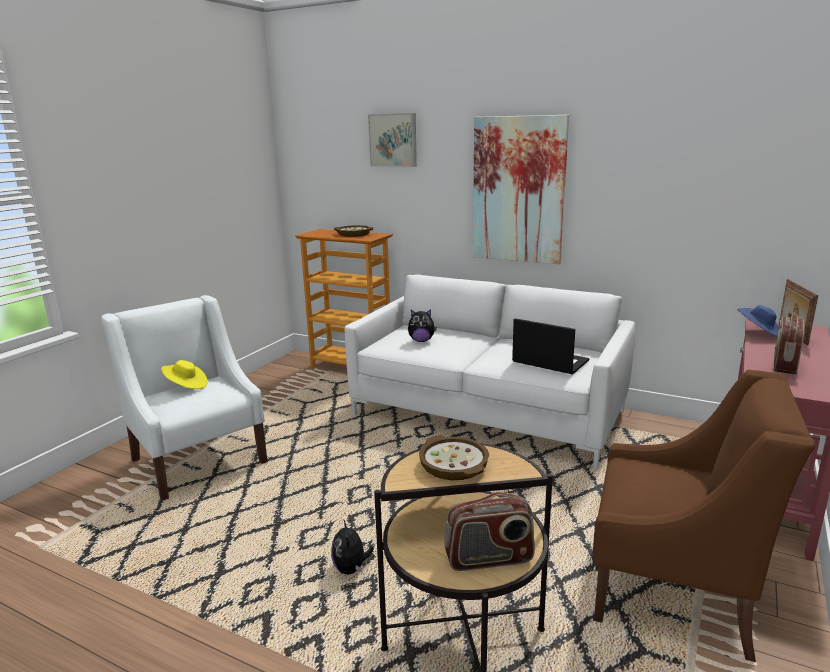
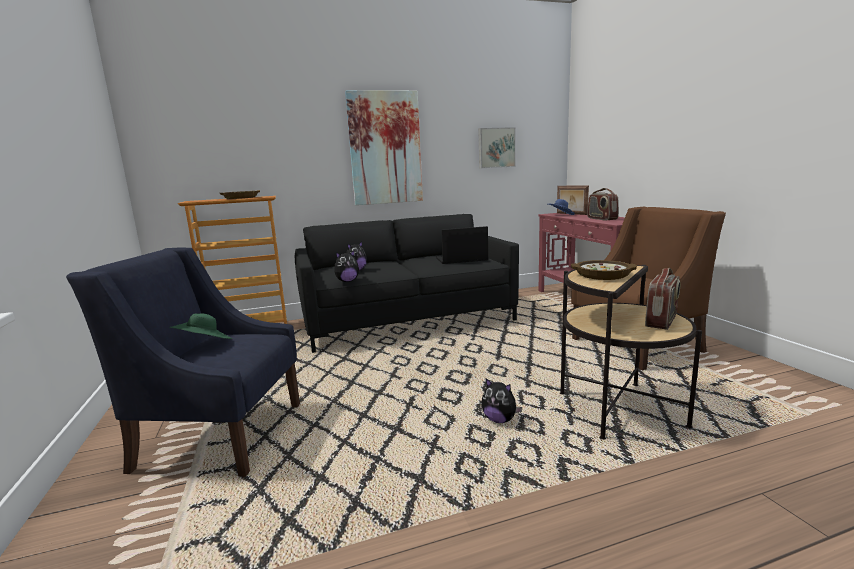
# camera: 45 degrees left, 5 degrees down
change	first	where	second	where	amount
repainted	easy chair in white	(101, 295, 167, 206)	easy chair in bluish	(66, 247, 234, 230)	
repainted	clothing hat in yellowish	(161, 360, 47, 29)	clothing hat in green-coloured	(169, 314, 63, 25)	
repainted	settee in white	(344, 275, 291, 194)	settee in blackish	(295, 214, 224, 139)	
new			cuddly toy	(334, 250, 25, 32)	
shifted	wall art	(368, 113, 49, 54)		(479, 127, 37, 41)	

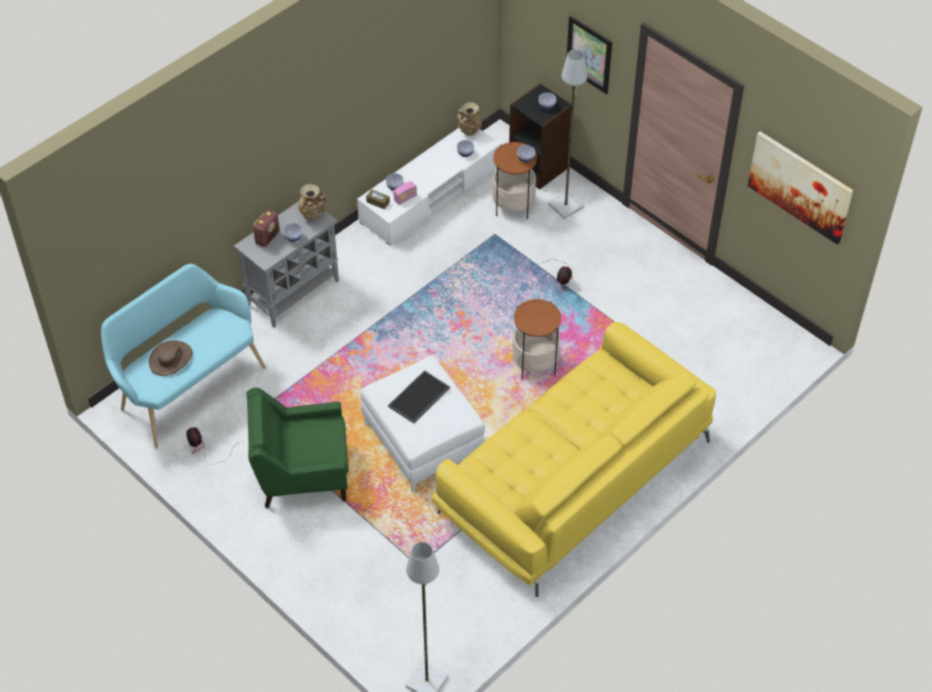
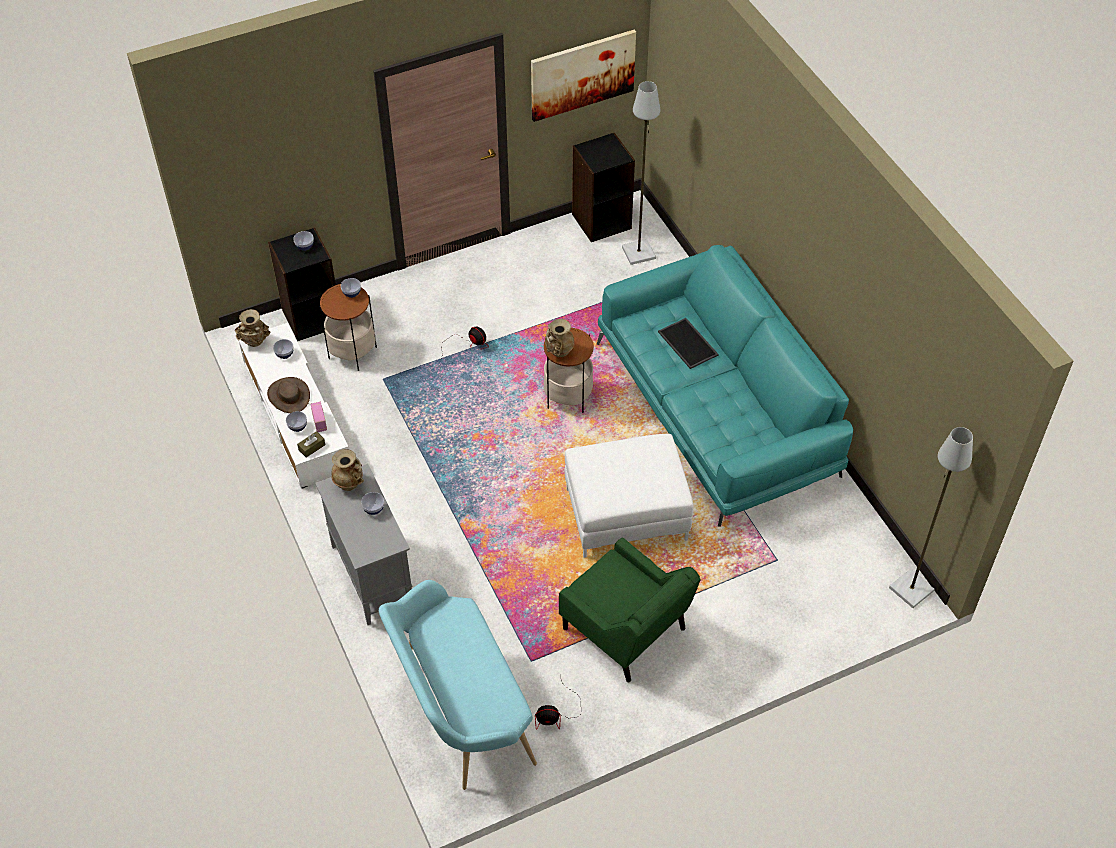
# camera: 70 degrees left, 0 degrees up
change	first	where	second	where	amount
shifted	clothing hat in brown	(149, 341, 44, 35)		(267, 377, 43, 36)	
new			decorative vase in beige-coloured	(545, 319, 30, 38)	
rotated	easy chair in green-coloured	(246, 388, 103, 120)		(559, 538, 142, 144)	60 degrees counterclockwise
new			bookshelf in blackish	(572, 132, 63, 110)	
repainted	settee in yellowish	(432, 322, 284, 275)	settee in turquoise	(597, 245, 256, 282)	
shifted	floor lamp in gray	(548, 50, 40, 169)		(622, 81, 38, 184)	
shifted	tray	(388, 370, 62, 53)		(658, 318, 61, 51)	
gone	radio set	(253, 210, 27, 37)			
gone	wall art	(567, 16, 45, 78)			

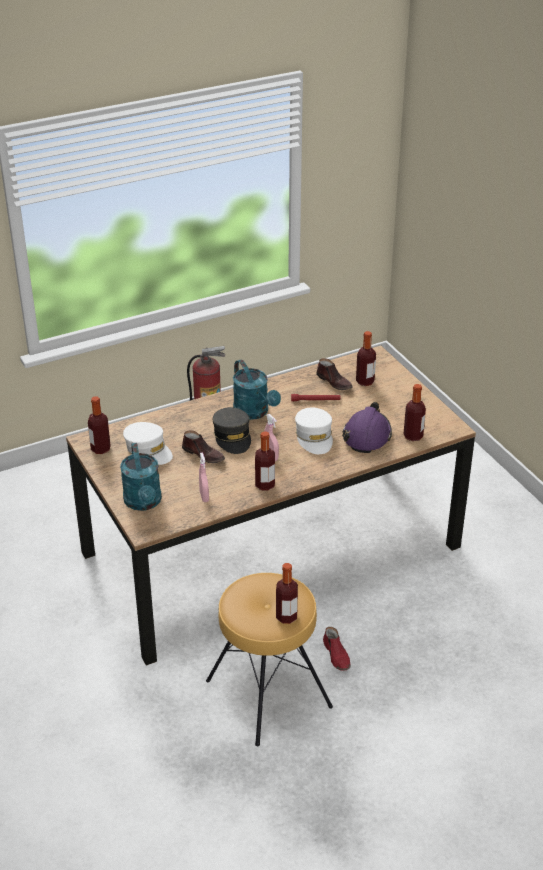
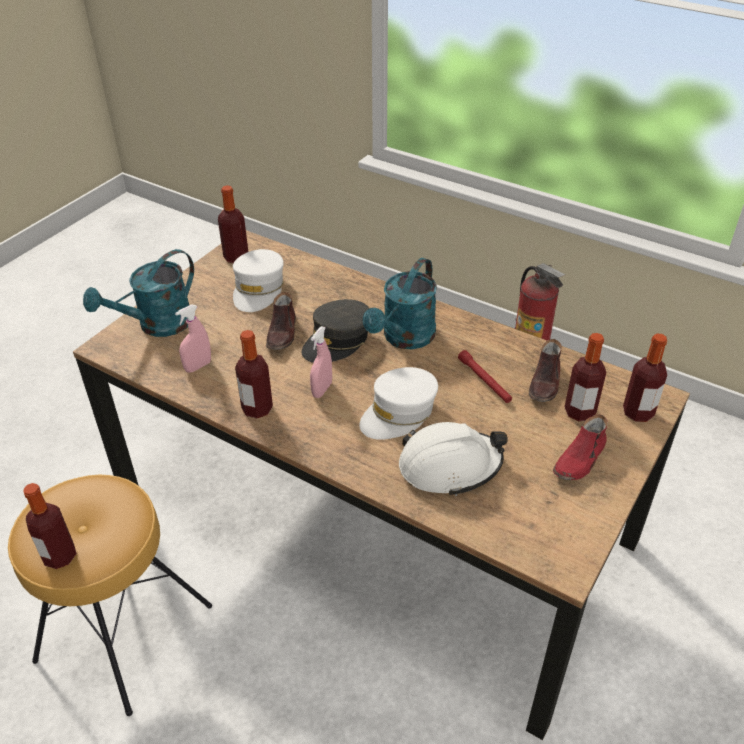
# camera: 60 degrees right, 5 degrees up
change	first	where	second	where	amount
repainted	safety helmet in purple	(342, 402, 50, 51)	safety helmet in white	(399, 422, 109, 74)	
shifted	shoe in red	(323, 627, 28, 44)		(553, 415, 55, 65)	
shifted	beverage bottle	(404, 384, 22, 57)		(623, 334, 44, 88)	

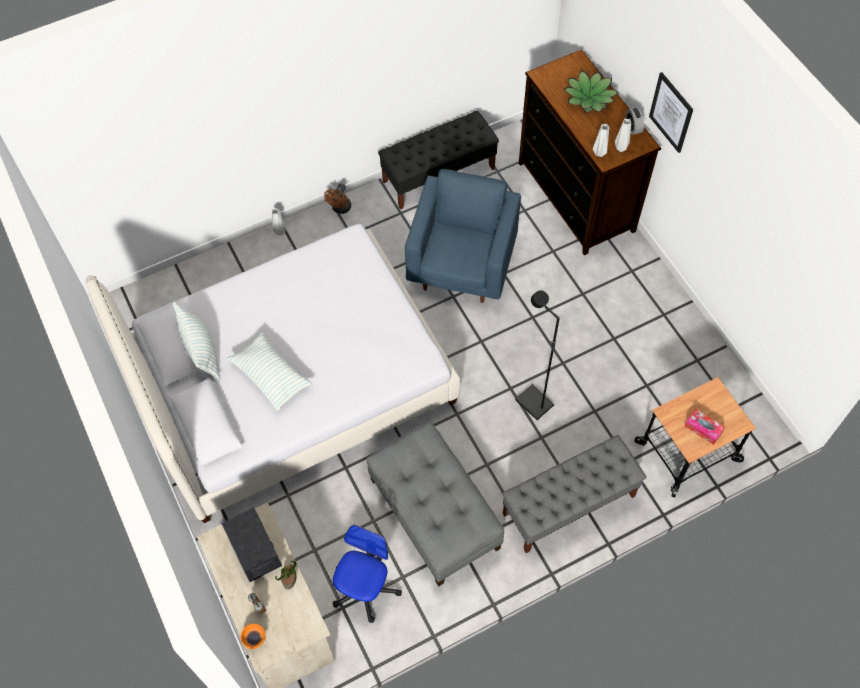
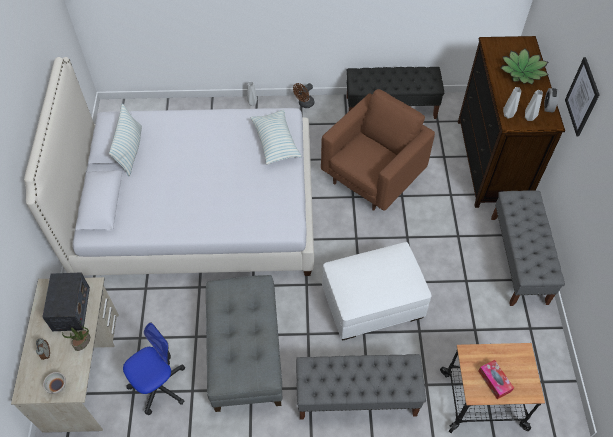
# camera: 25 degrees right, 5 degrees down
change	first	where	second	where	amount
new			bowl in white	(43, 372, 23, 22)	
shifted	throw pillow	(227, 332, 85, 79)		(250, 110, 52, 55)	
repainted	easy chair in bluish	(405, 169, 116, 134)	easy chair in brown	(321, 89, 114, 122)	
swapped	floor lamp in blackish	(515, 290, 45, 130)	ottoman in white	(322, 242, 110, 98)	
new			bench in gray	(491, 191, 74, 115)	
gone	bowl in orange	(240, 624, 25, 25)			

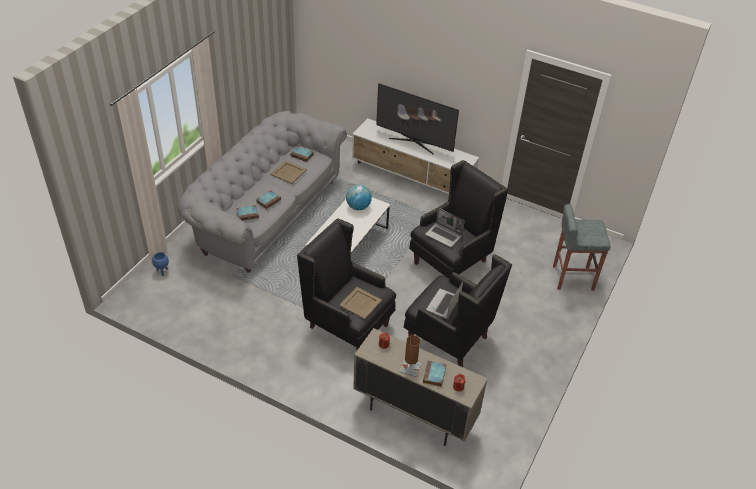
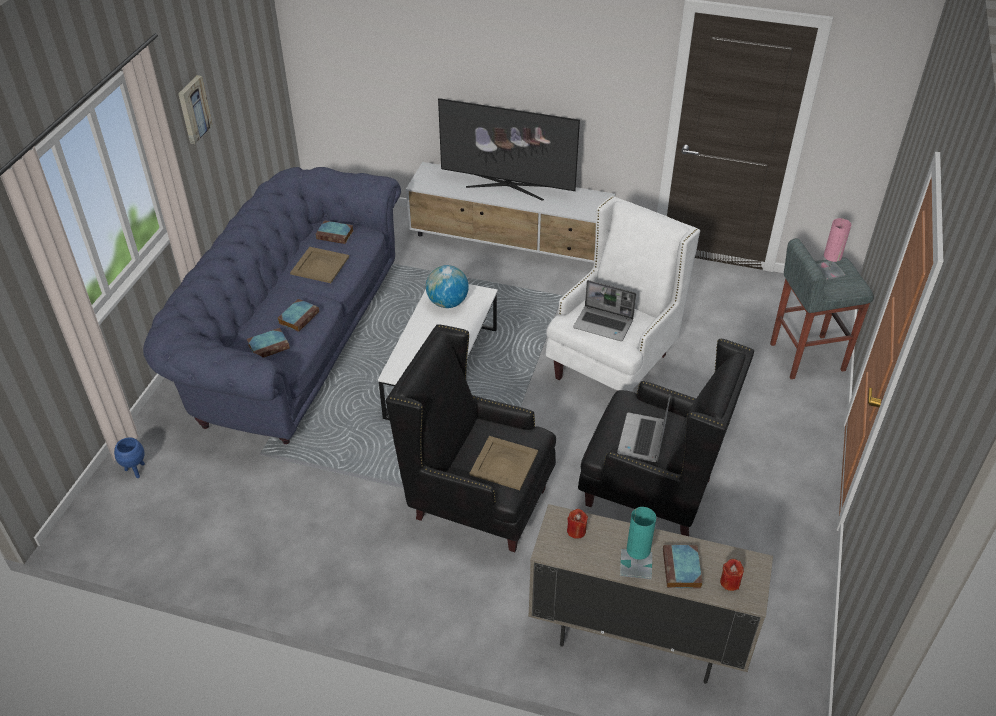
# camera: 10 degrees left, 0 degrees up
change	first	where	second	where	amount
repainted	settee in gray	(177, 111, 170, 162)	settee in bluish	(143, 167, 258, 277)	
new			wall art	(178, 75, 35, 69)	
repainted	easy chair in blackish	(409, 160, 99, 118)	easy chair in white	(546, 196, 154, 196)	
repainted	lamp for a table in brown	(400, 335, 21, 42)	lamp for a table in turquoise	(620, 507, 36, 72)	
new			lamp for a table in pinkish	(817, 218, 34, 62)	

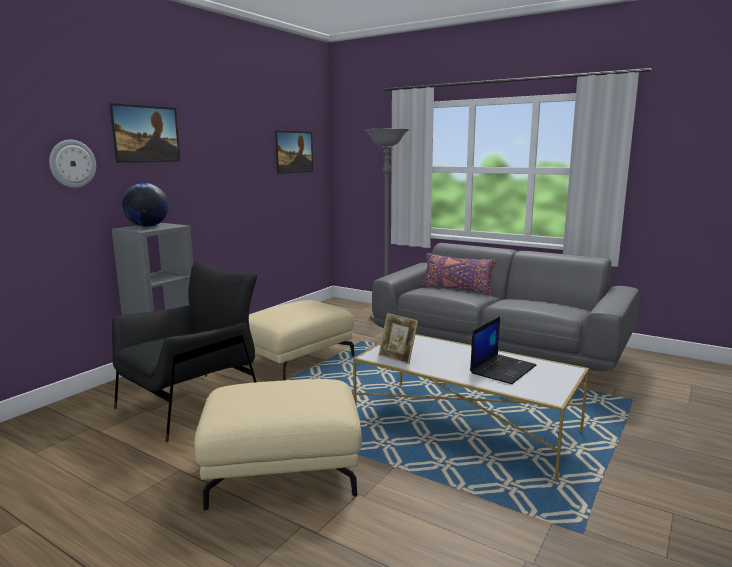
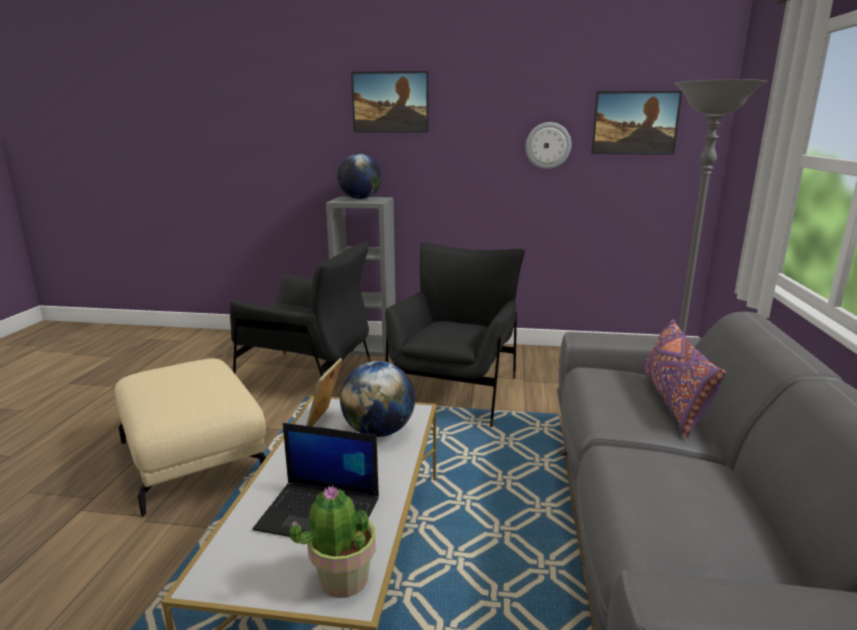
# camera: 65 degrees right, 5 degrees up
change	first	where	second	where	amount
new			houseplant	(289, 485, 86, 113)	
new			desk globe	(340, 361, 75, 76)	
swapped	ottoman in beige-coloured	(249, 300, 105, 81)	easy chair in blackish	(385, 242, 140, 185)	
shifted	wall clock	(49, 140, 47, 48)		(525, 122, 46, 47)	

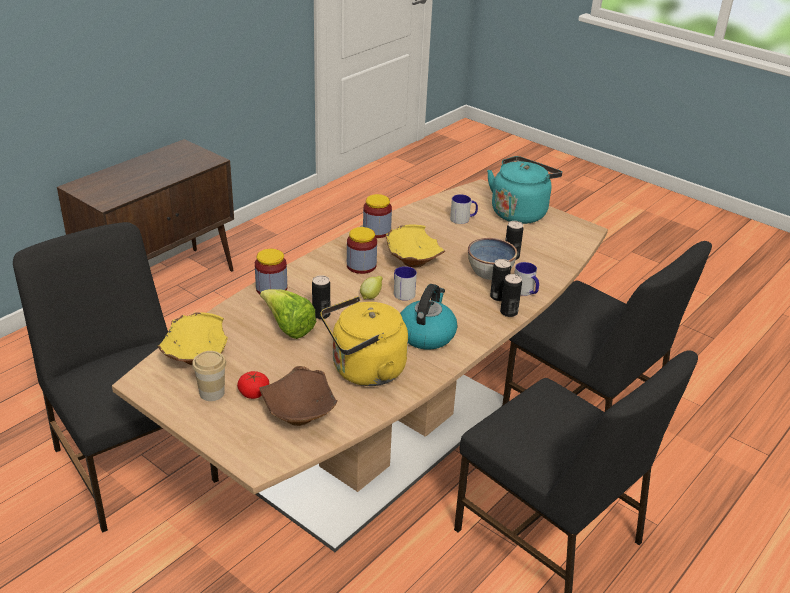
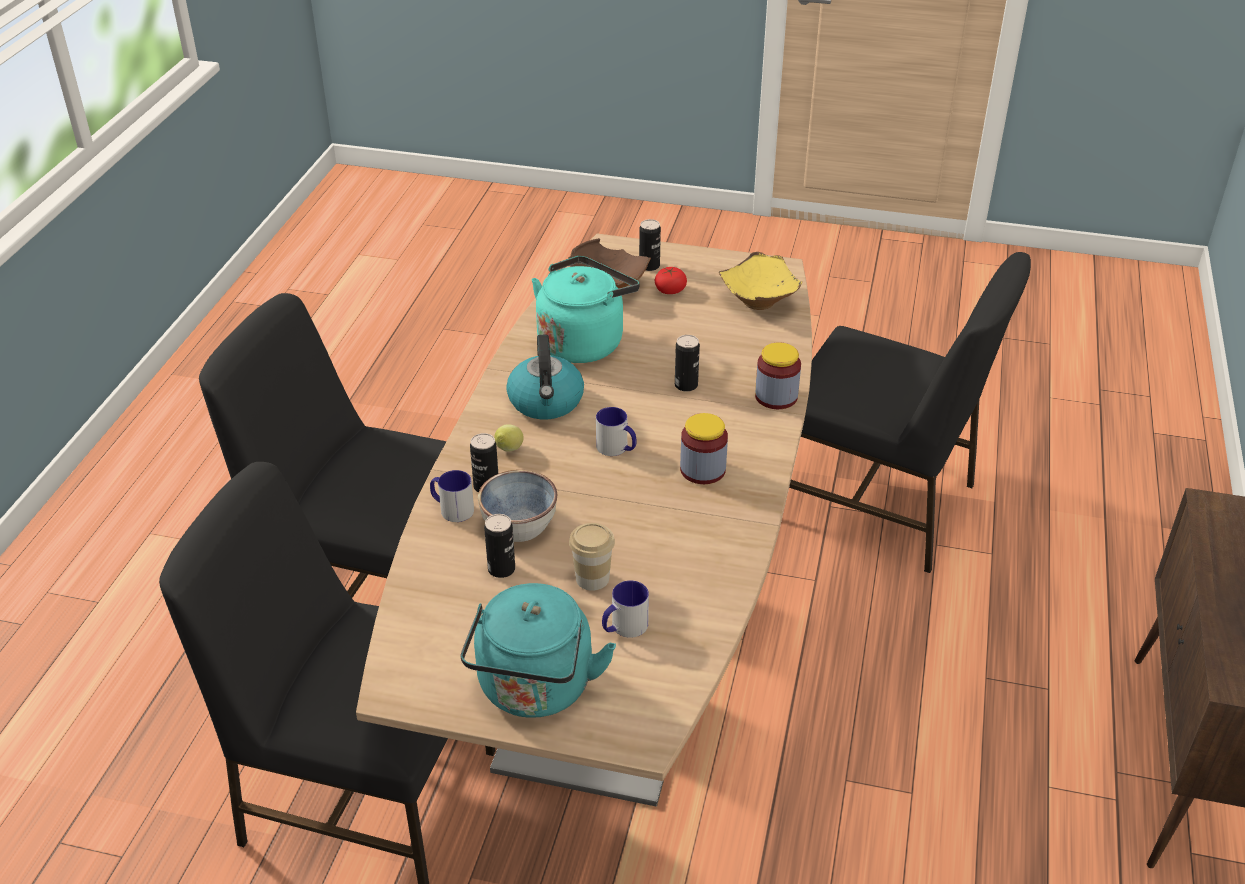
# camera: 155 degrees right, 5 degrees up
change	first	where	second	where	amount
shifted	whole lemon	(360, 276, 23, 23)		(494, 425, 30, 27)	
repainted	tea kettle in yellowish	(320, 296, 88, 90)	tea kettle in turquoise	(532, 256, 107, 107)	
shifted	small cup	(192, 351, 34, 50)		(569, 523, 46, 68)	
shifted	sealed can	(500, 274, 22, 43)		(639, 219, 22, 52)	
gone	lettuce	(260, 289, 56, 50)			
gone	preserve jar	(363, 194, 29, 44)			
gone	bowl in yellowish	(386, 225, 59, 42)			

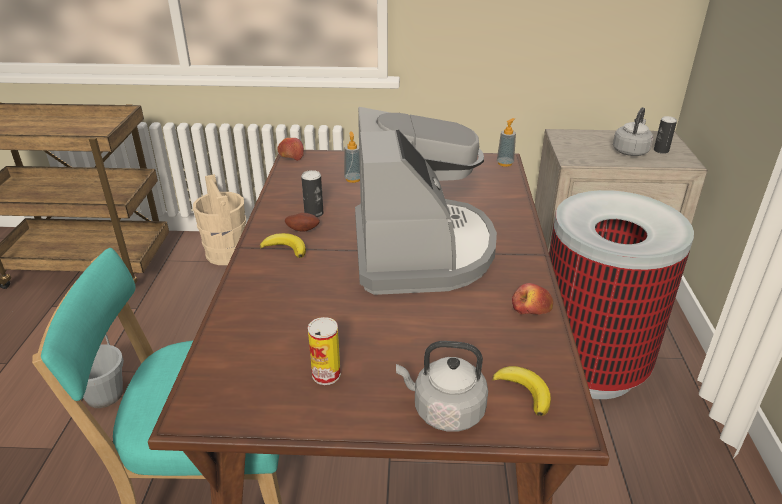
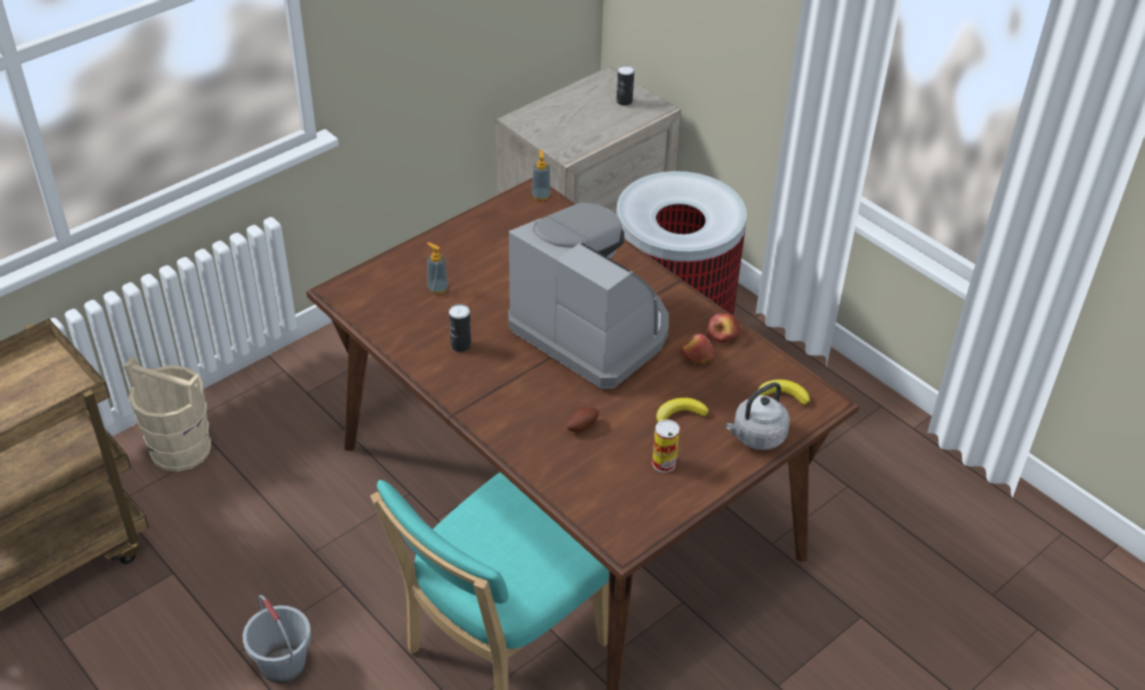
# camera: 45 degrees left, 10 degrees up
change	first	where	second	where	amount
shifted	whole potato	(285, 213, 35, 19)		(566, 407, 33, 25)	
shifted	banana	(260, 233, 46, 25)		(656, 398, 53, 24)	
shifted	apple fruit	(278, 138, 26, 23)		(681, 334, 34, 31)	
gone	tea kettle in gray	(613, 107, 40, 49)			

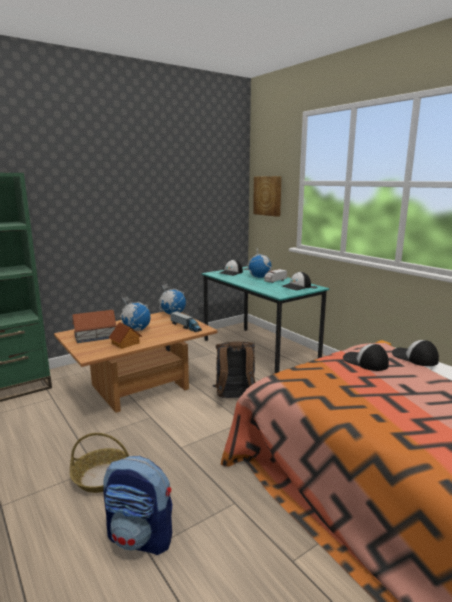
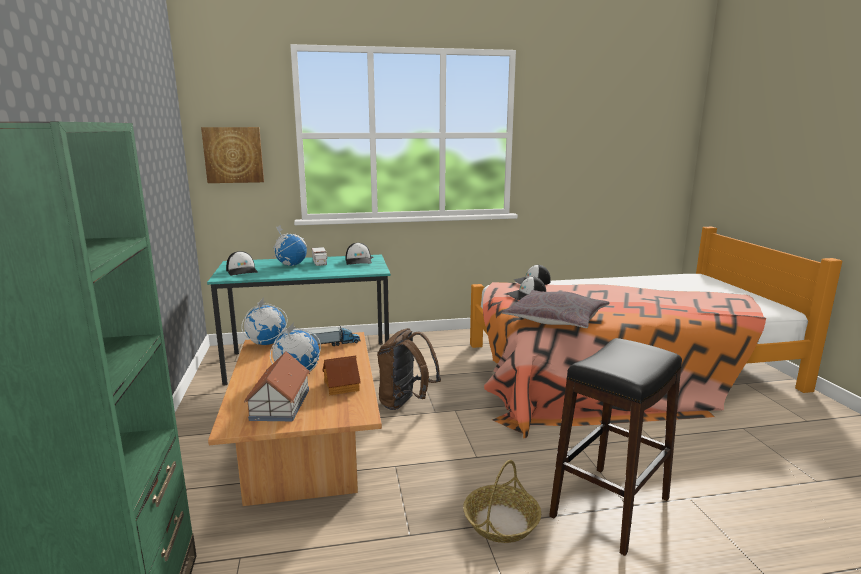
# camera: 65 degrees left, 0 degrees up
change	first	where	second	where	amount
new			throw pillow in gray	(502, 290, 108, 38)	
swapped	rucksack	(103, 456, 69, 99)	stool seat in blackish	(549, 338, 133, 218)	

